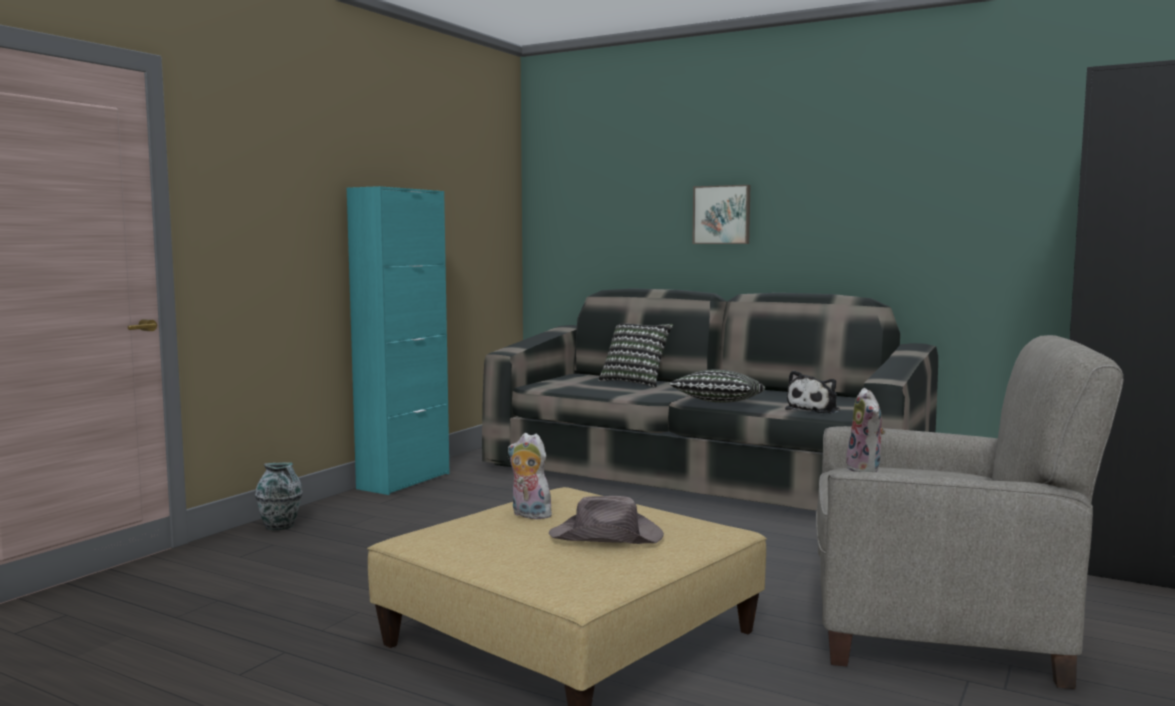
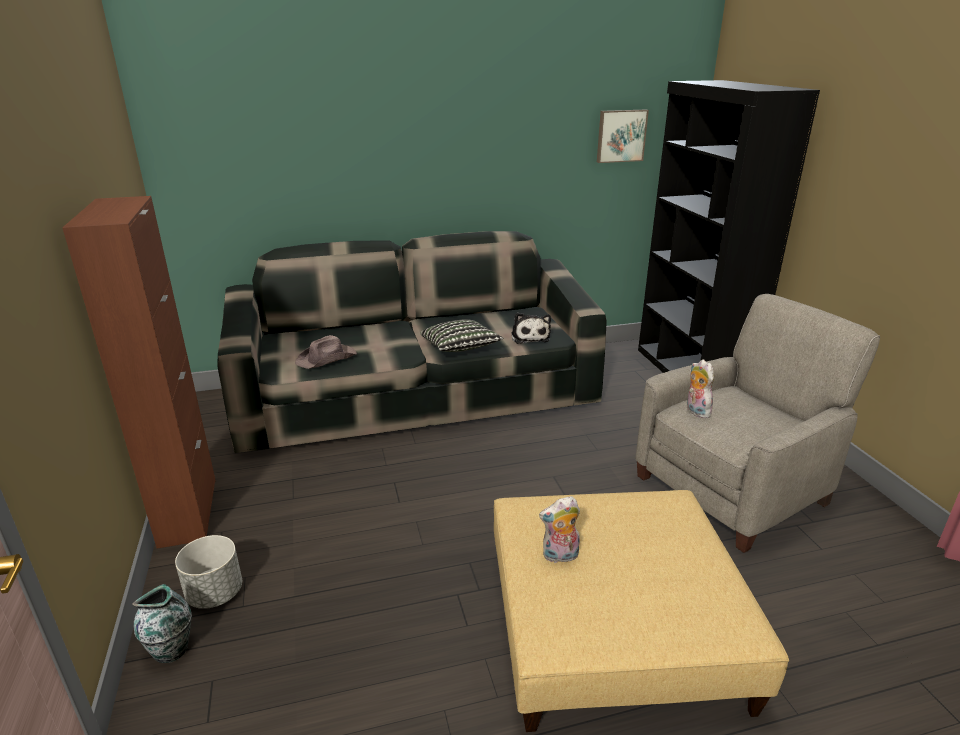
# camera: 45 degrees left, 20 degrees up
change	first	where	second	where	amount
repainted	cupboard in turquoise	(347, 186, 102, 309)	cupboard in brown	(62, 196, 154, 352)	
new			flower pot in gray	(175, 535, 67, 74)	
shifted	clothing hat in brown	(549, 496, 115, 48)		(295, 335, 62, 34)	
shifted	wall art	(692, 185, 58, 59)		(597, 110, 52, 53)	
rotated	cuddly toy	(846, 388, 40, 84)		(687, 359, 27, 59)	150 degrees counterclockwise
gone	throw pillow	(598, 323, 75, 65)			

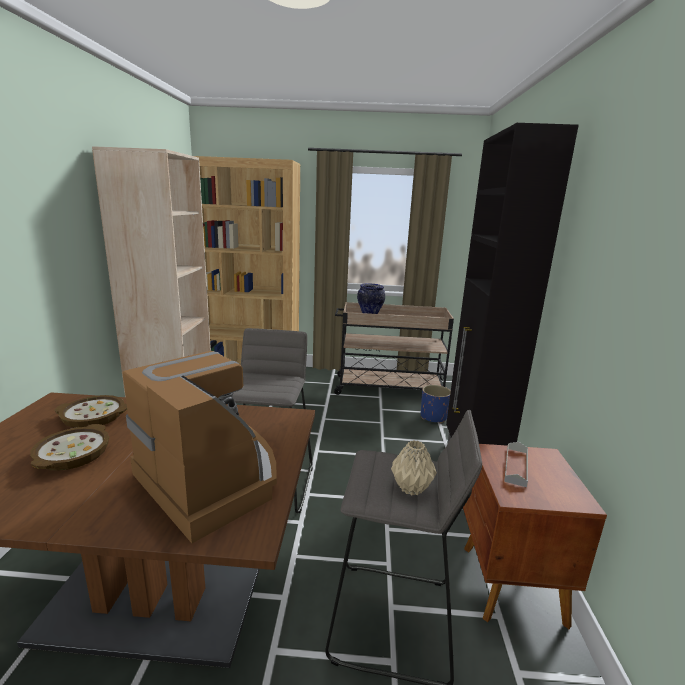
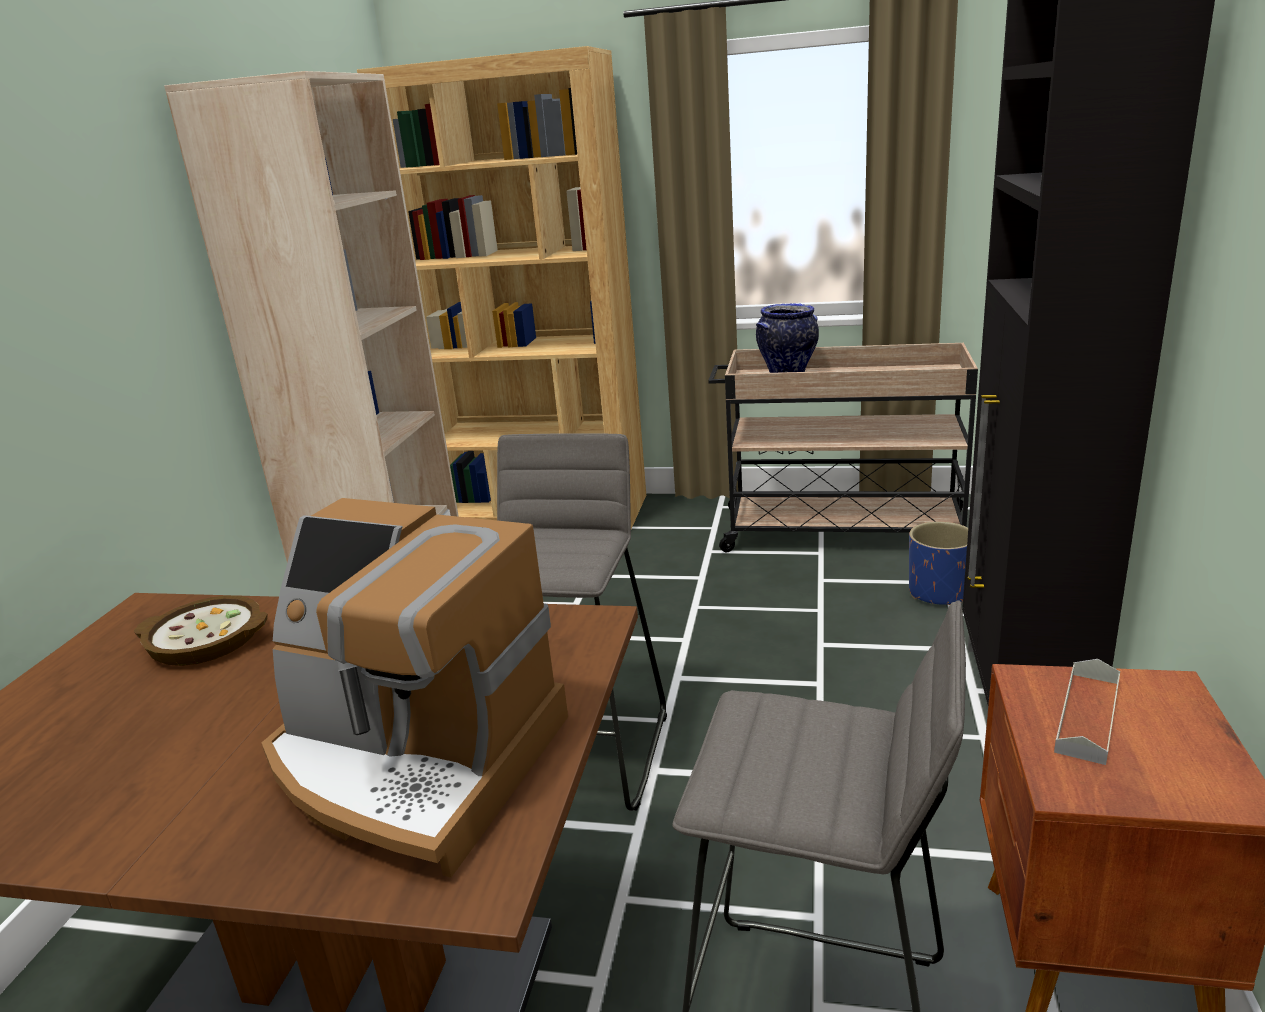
# camera: 10 degrees right, 5 degrees up
change	first	where	second	where	amount
rotated	coffee maker	(123, 351, 154, 192)		(262, 498, 306, 379)	150 degrees clockwise
gone	bowl	(30, 424, 79, 47)			
gone	decorative vase in beige-coloured	(391, 440, 46, 55)			

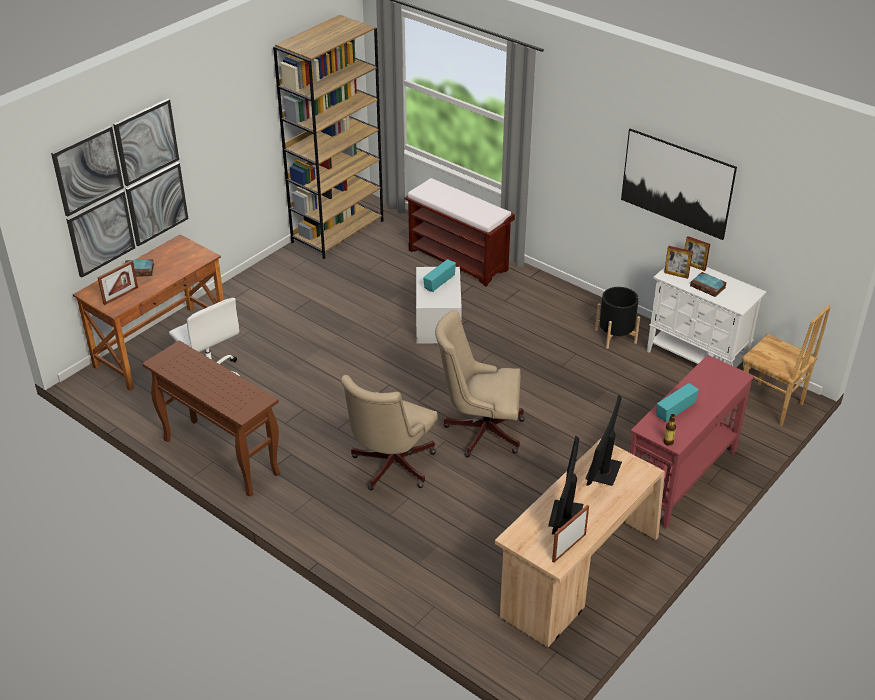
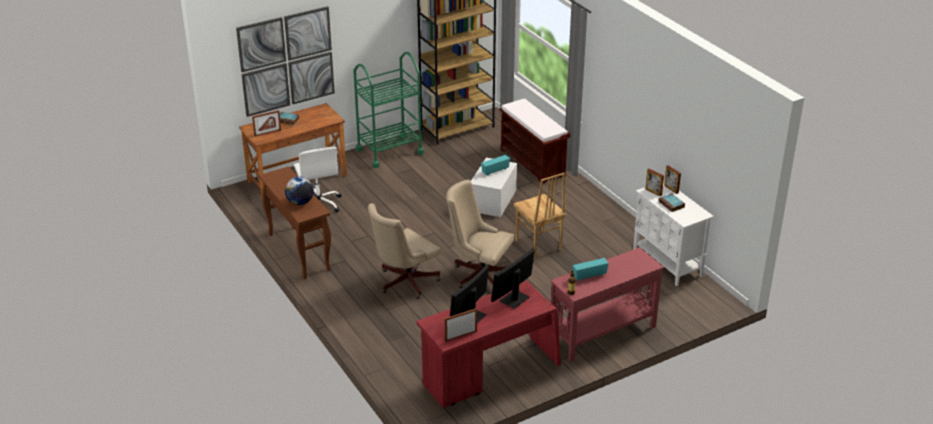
# camera: 20 degrees right, 5 degrees down
change	first	where	second	where	amount
new			desk globe	(285, 176, 29, 29)	
new			cart in green-coloured	(353, 52, 71, 116)	
repainted	desk table in beige-coloured	(495, 438, 170, 210)	desk table in red	(417, 281, 144, 127)	
shifted	plain chair in brown	(741, 305, 90, 121)		(513, 173, 53, 86)	
gone	flower pot in blackish	(595, 287, 45, 62)			
gone	wall art	(621, 129, 116, 111)			

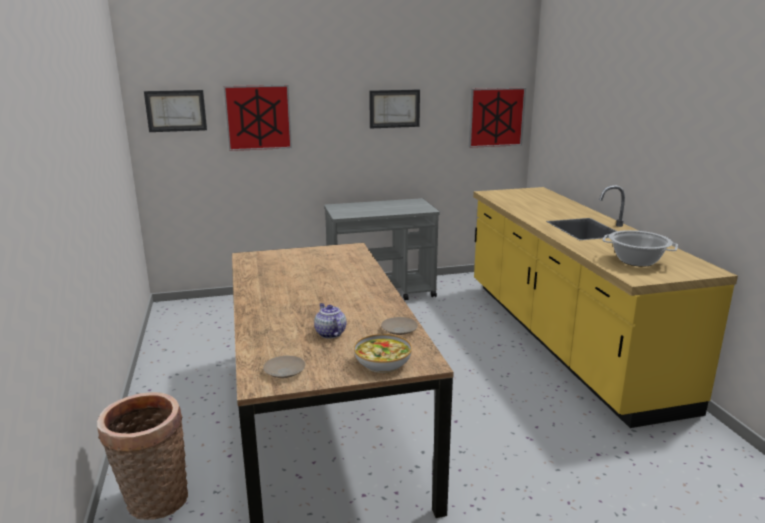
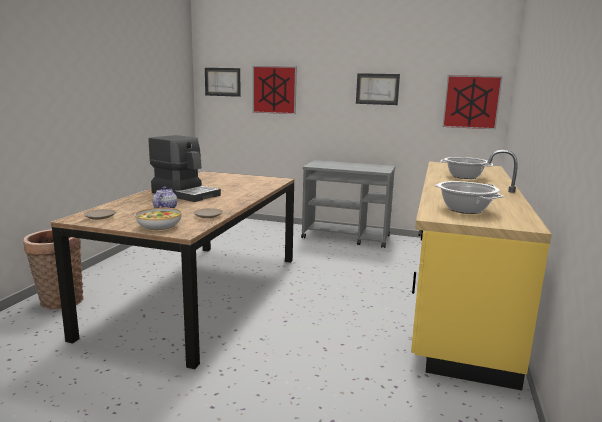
# camera: 30 degrees right, 5 degrees down
change	first	where	second	where	amount
new			coffee maker	(149, 135, 72, 67)	
new			cooking pot	(440, 157, 53, 22)	

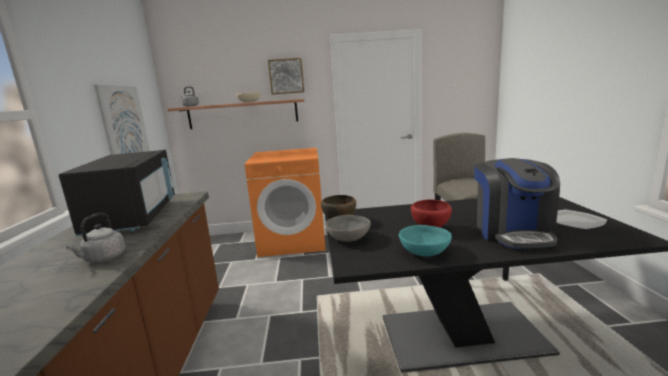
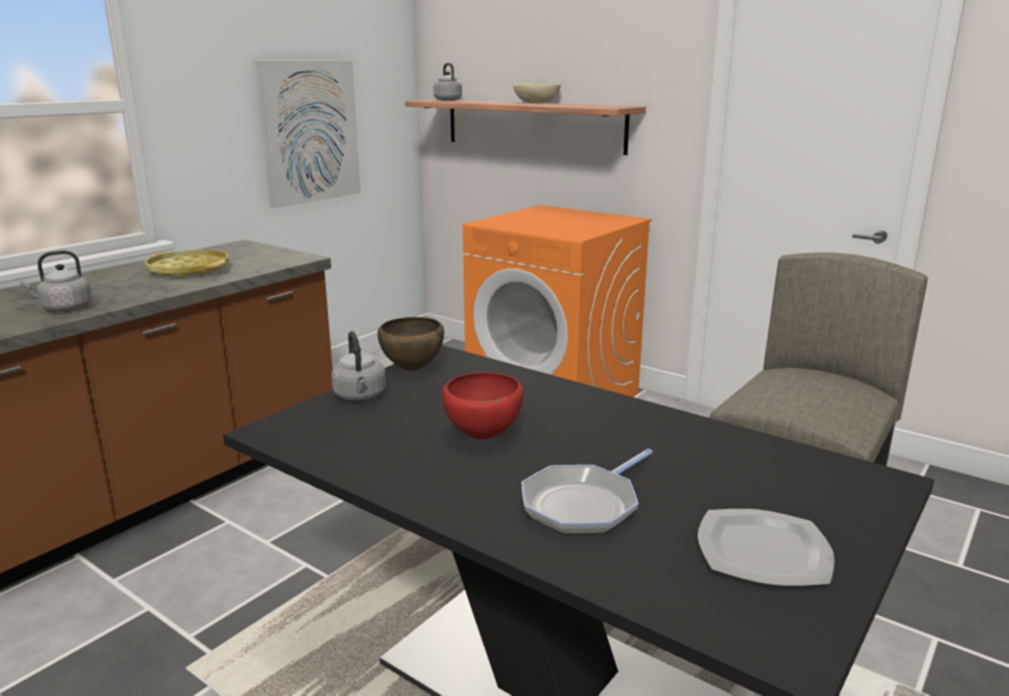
# camera: 40 degrees right, 5 degrees up
change	first	where	second	where	amount
swapped	kitchen microwave in blackish	(59, 150, 116, 86)	tray in yellowish	(145, 250, 84, 28)	
swapped	bowl in gray	(325, 215, 46, 27)	tea kettle in gray	(332, 331, 54, 70)	
swapped	coffee maker	(474, 158, 86, 91)	frying pan	(522, 449, 131, 86)	
gone	wall art	(268, 58, 36, 36)			
gone	bowl in turquoise	(399, 225, 53, 31)			

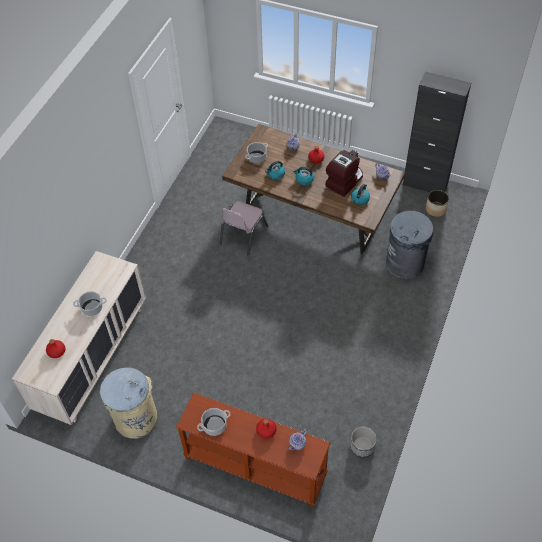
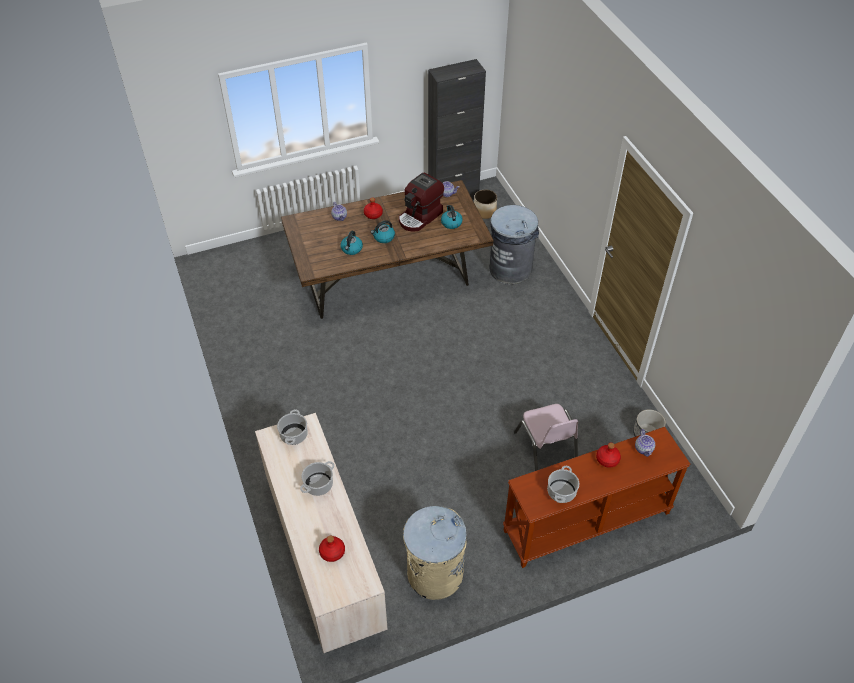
# camera: 45 degrees left, 5 degrees down
change	first	where	second	where	amount
shifted	cooking pot	(245, 142, 23, 21)		(277, 410, 31, 35)	
rotated	coffee maker	(325, 150, 38, 47)		(399, 172, 45, 59)	135 degrees counterclockwise
shifted	plain chair in pinkish	(220, 201, 48, 54)		(514, 404, 64, 67)	

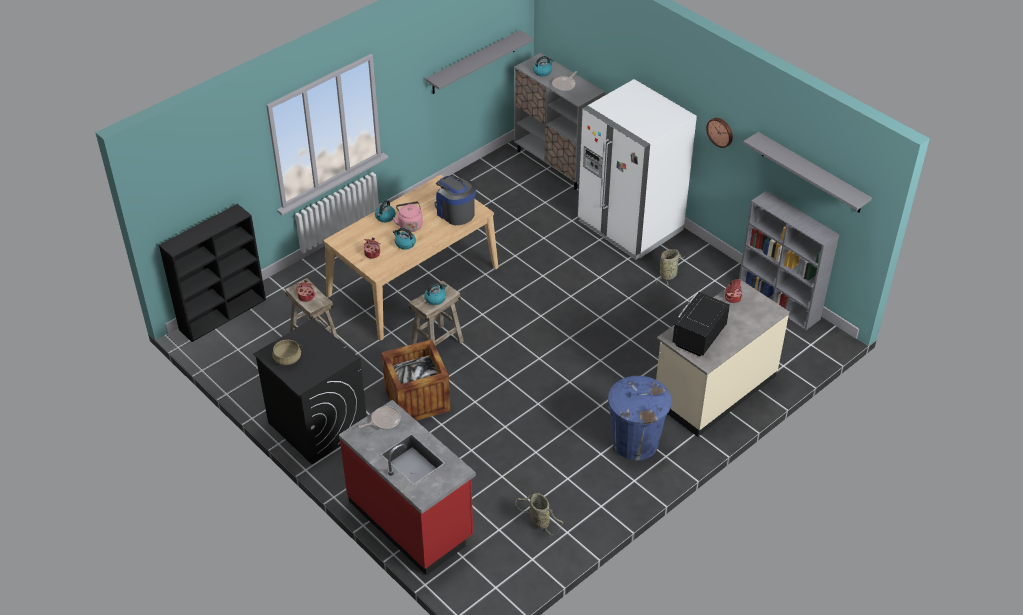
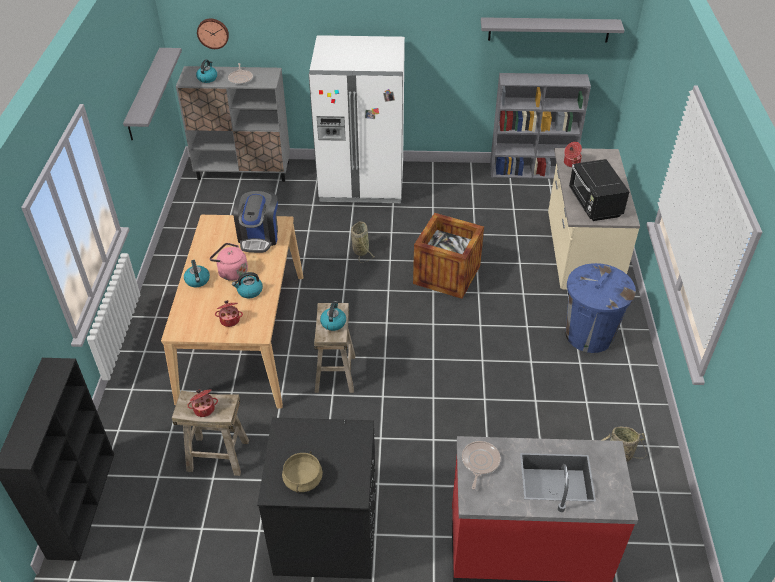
# camera: 45 degrees left, 0 degrees up
change	first	where	second	where	amount
shifted	wall clock	(706, 118, 27, 30)		(197, 19, 32, 30)	
rotated	coffee maker	(435, 176, 41, 49)		(233, 190, 45, 63)	90 degrees counterclockwise
shifted	storage basket	(656, 249, 28, 36)		(351, 221, 23, 42)	
shifted	packing crate	(381, 339, 70, 82)		(413, 213, 71, 86)	

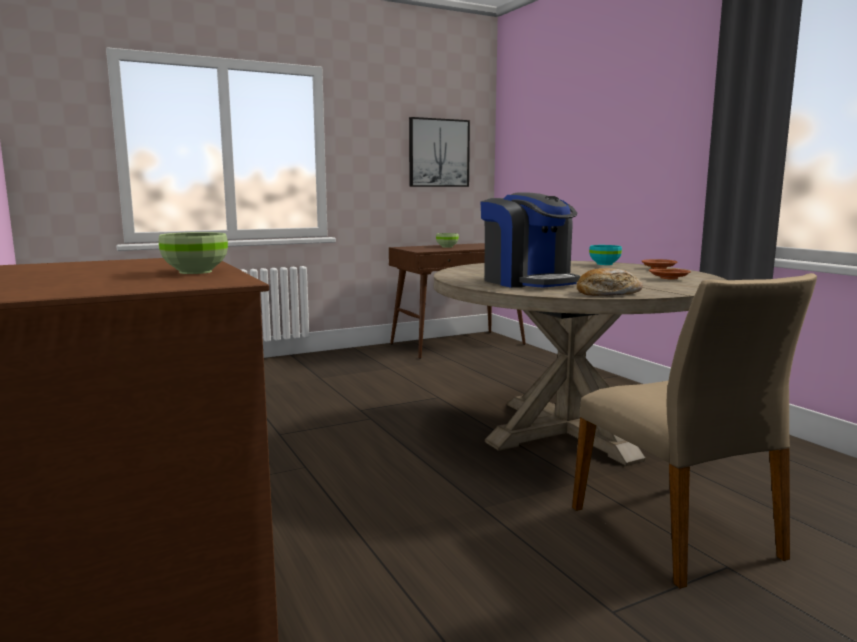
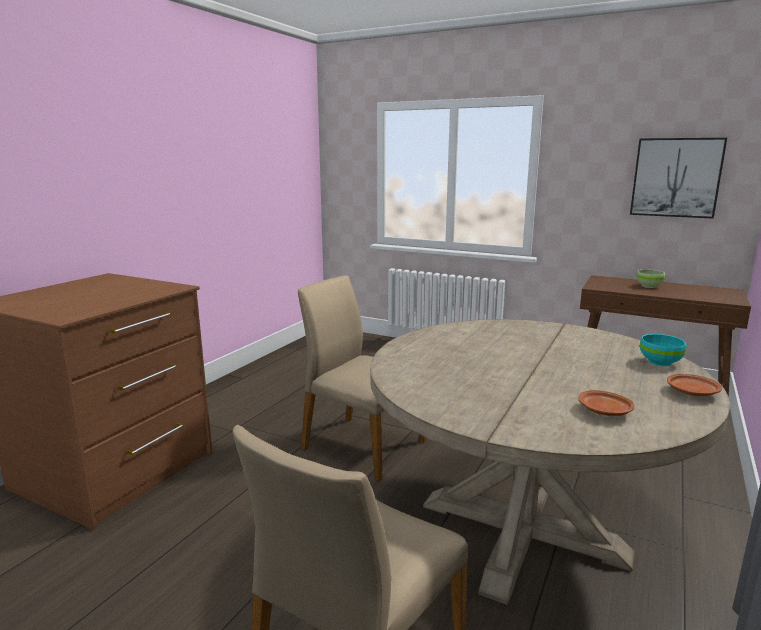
# camera: 55 degrees right, 5 degrees up
change	first	where	second	where	amount
new			plain chair in beige-coloured	(298, 275, 128, 207)	
gone	bowl in green-coloured	(159, 232, 69, 42)			
gone	coffee maker	(480, 192, 100, 96)			
gone	bakery bread	(577, 268, 66, 28)			

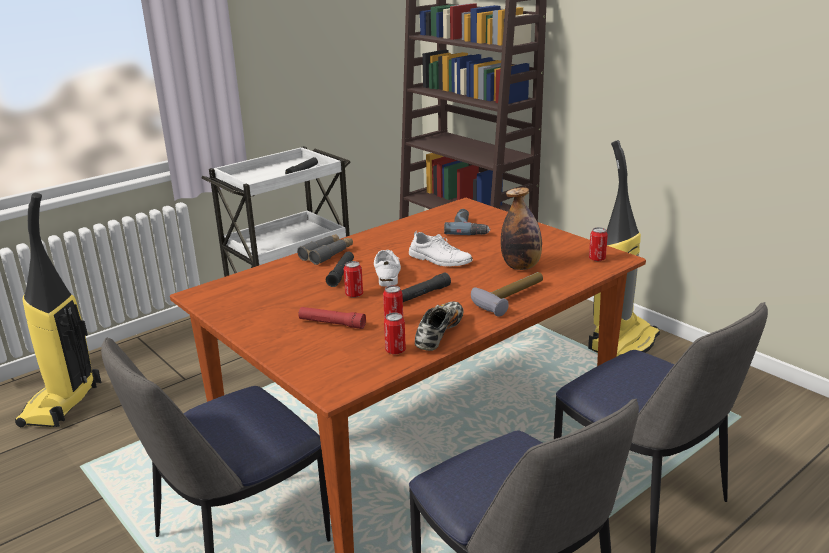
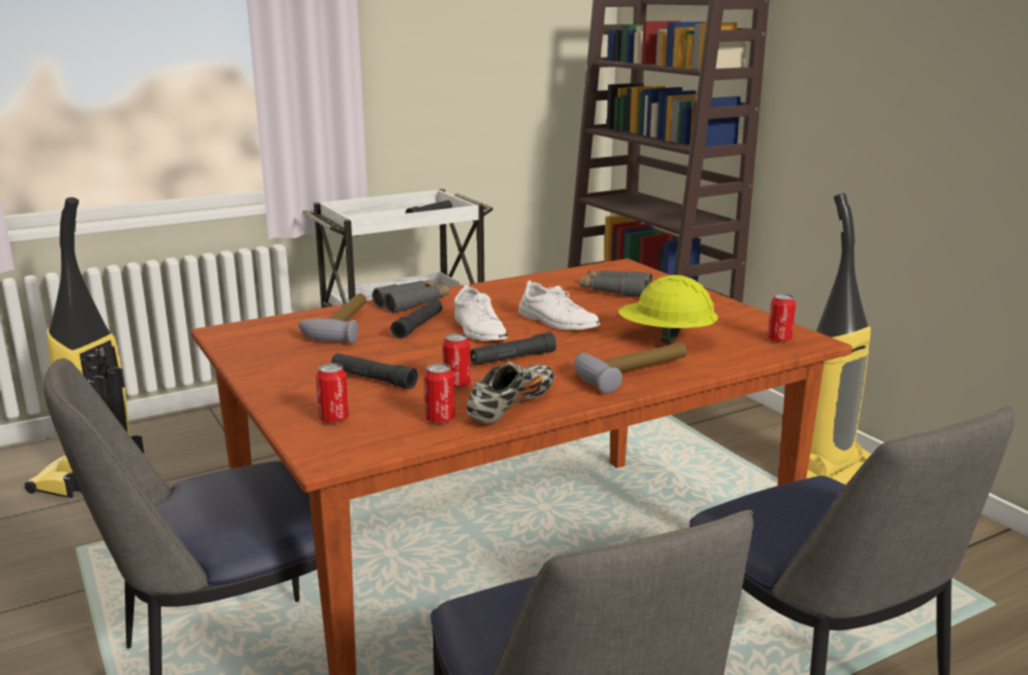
# camera: 10 degrees right, 5 degrees down
change	first	where	second	where	amount
new			hand hammer	(298, 293, 69, 51)	
shifted	sealed can	(344, 261, 19, 37)		(316, 363, 33, 61)	
repainted	torch in red	(298, 307, 68, 22)	torch in blackish	(331, 353, 87, 36)	
rotated	shoe in white	(374, 250, 27, 36)		(454, 285, 54, 56)	150 degrees clockwise
swapped	drill	(444, 209, 46, 26)	binoculars in gray	(580, 271, 72, 26)	
swapped	beverage bottle	(501, 187, 41, 83)	safety helmet in yellowish	(618, 275, 100, 69)	

